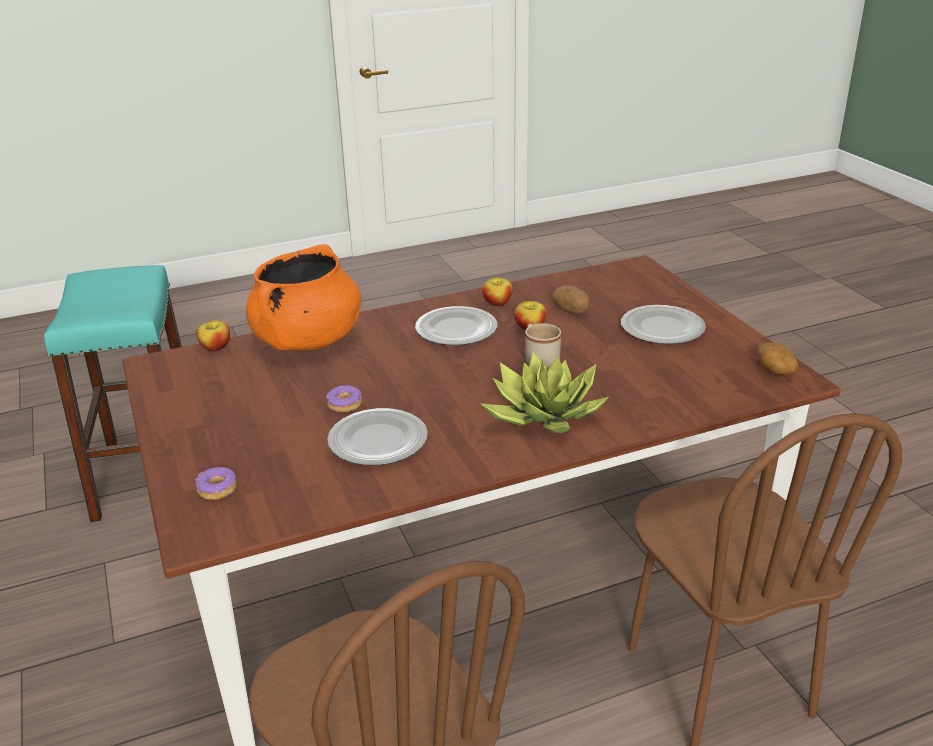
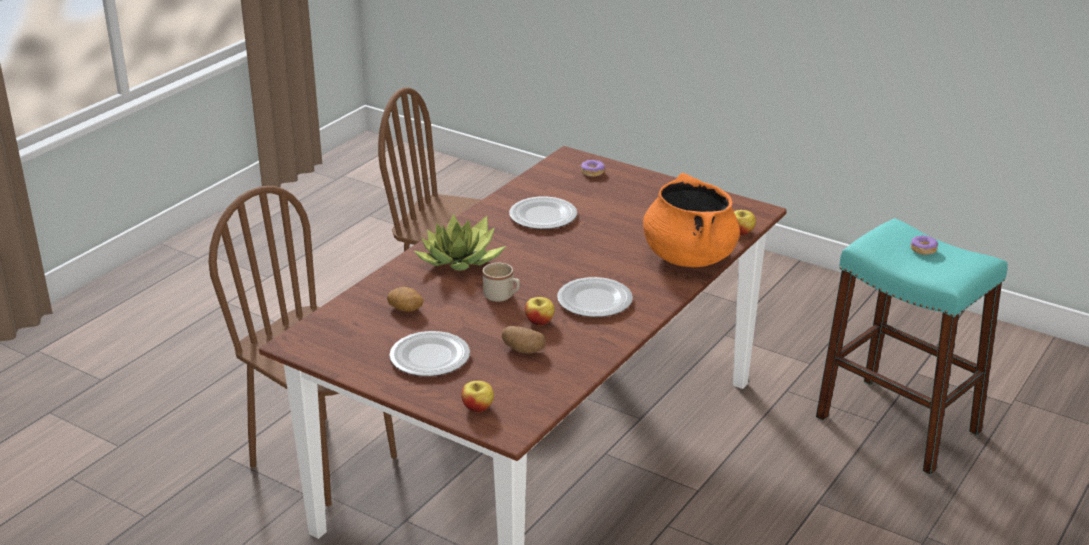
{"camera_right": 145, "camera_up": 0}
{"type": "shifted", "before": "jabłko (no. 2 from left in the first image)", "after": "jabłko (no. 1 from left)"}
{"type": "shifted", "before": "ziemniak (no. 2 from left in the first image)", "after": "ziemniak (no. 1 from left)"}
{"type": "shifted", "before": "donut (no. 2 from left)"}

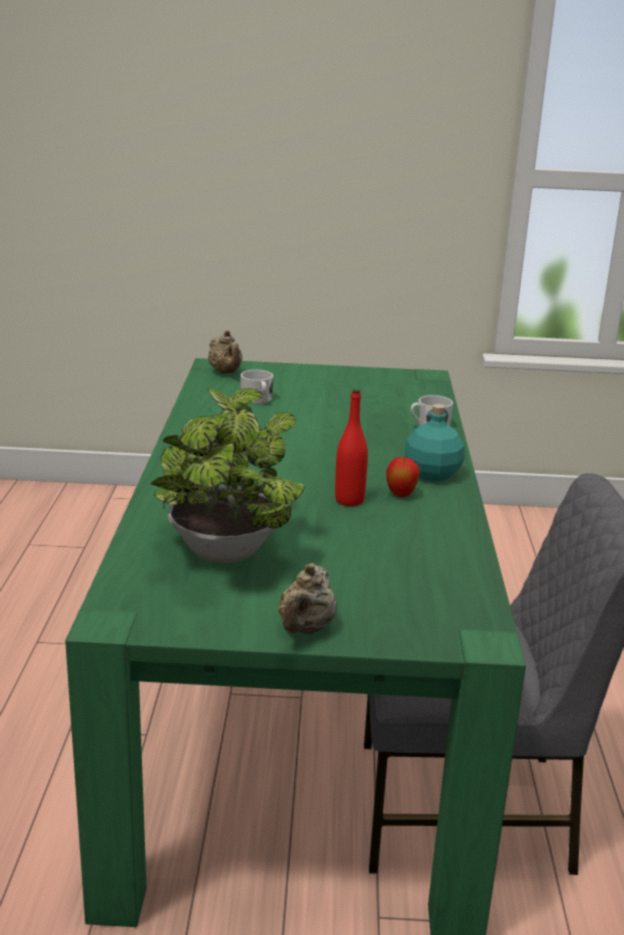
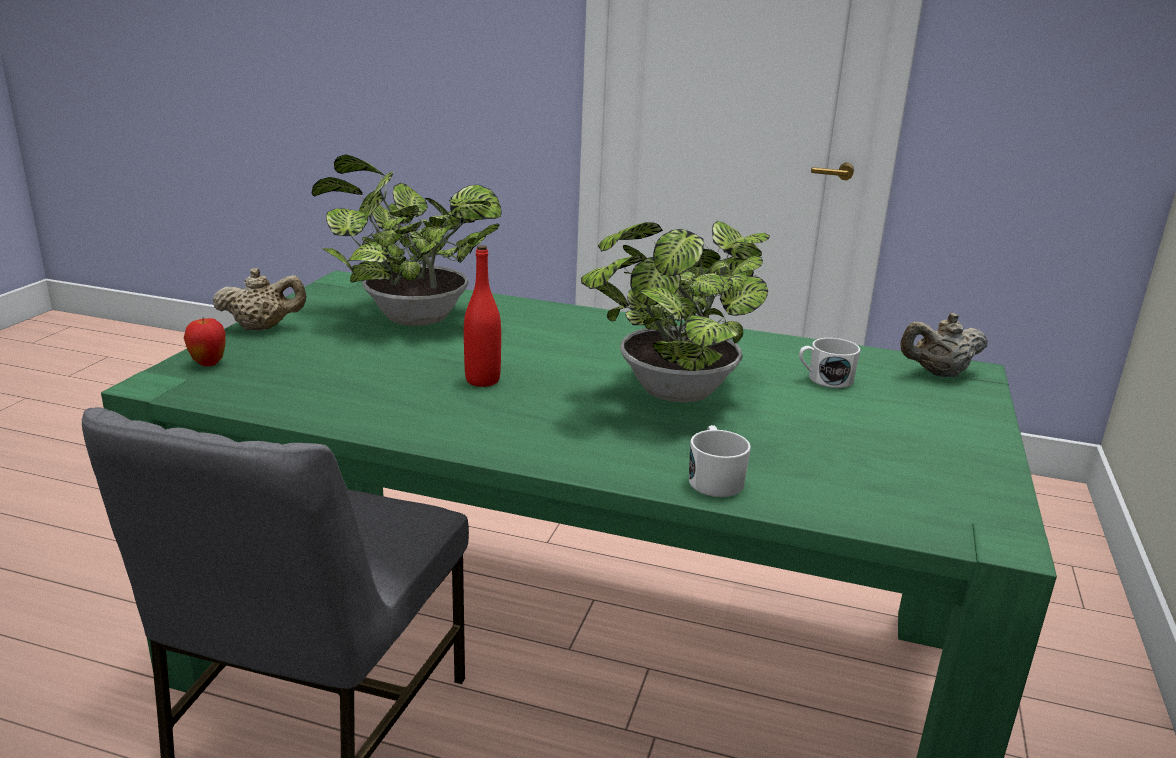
{"camera_right": 105, "camera_up": 0}
{"type": "gone", "before": "butelka (turkusowy)"}
{"type": "shifted", "before": "jabłko"}
{"type": "rotated", "before": "imbryk (beżowy) (no. 2 from left in the first image)", "turn": 135}
{"type": "new", "after": "roślina doniczkowa (no. 2 from left)"}

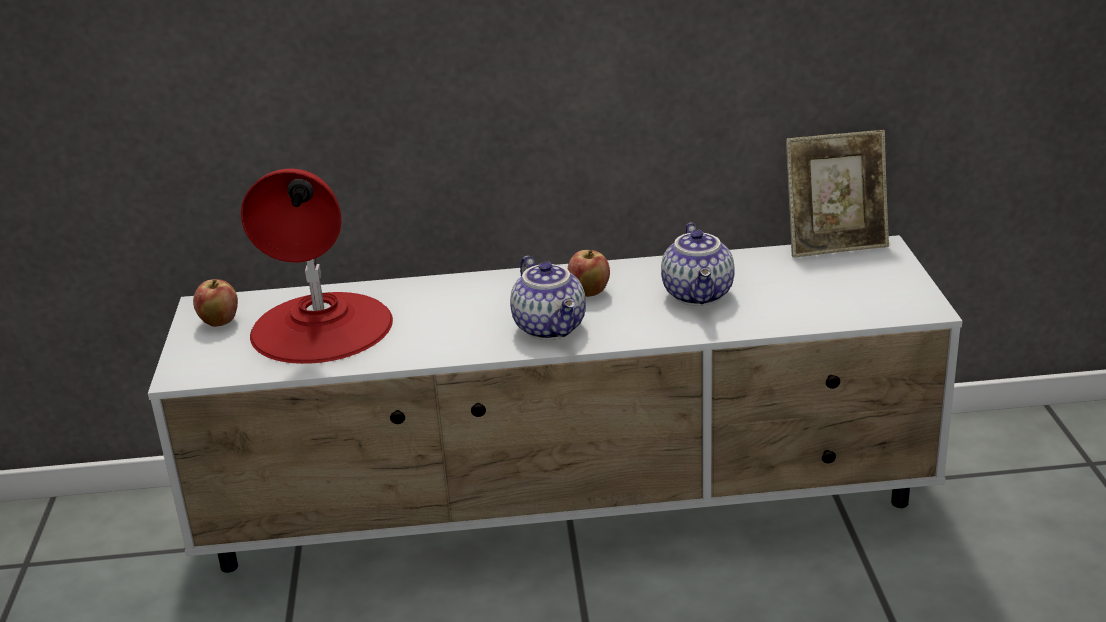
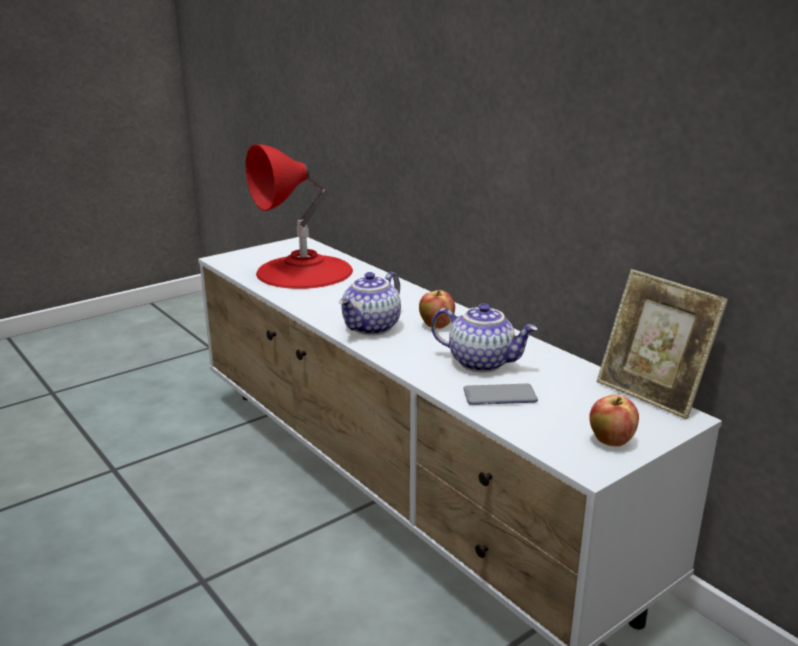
{"camera_right": 55, "camera_up": -5}
{"type": "rotated", "before": "imbryk (no. 2 from left)", "turn": -120}
{"type": "shifted", "before": "jabłko (no. 1 from left in the first image)", "after": "jabłko (no. 2 from left)"}
{"type": "new", "after": "telefon"}

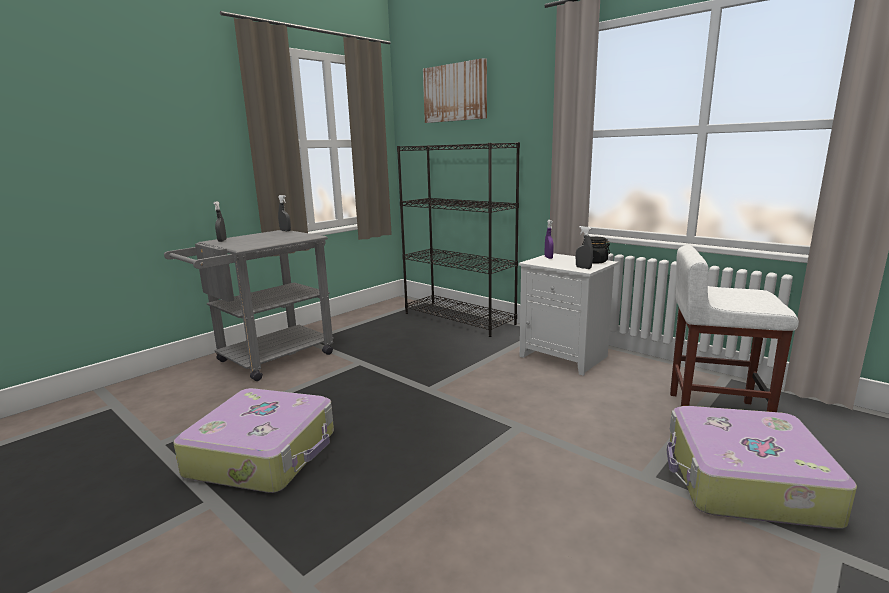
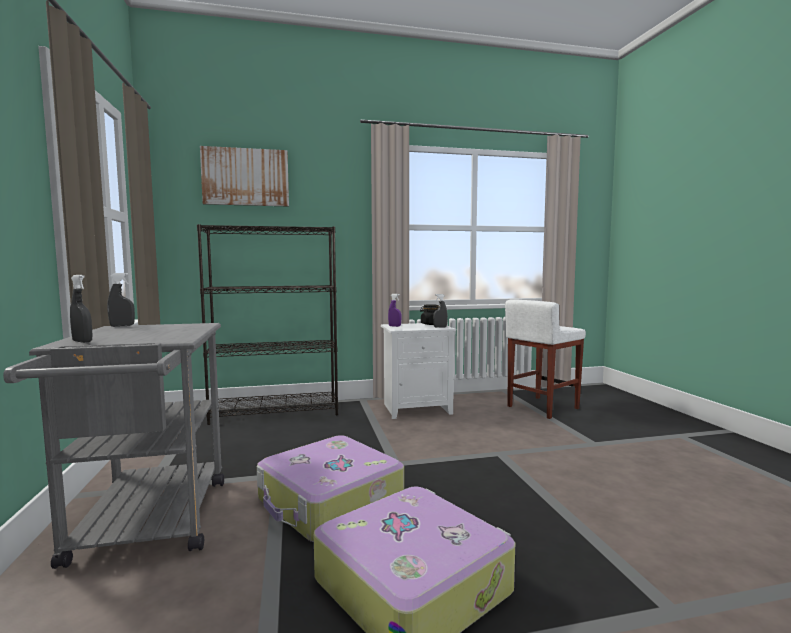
{"camera_right": -55, "camera_up": -10}
{"type": "shifted", "before": "walizka (no. 2 from left in the first image)", "after": "walizka (no. 1 from left)"}

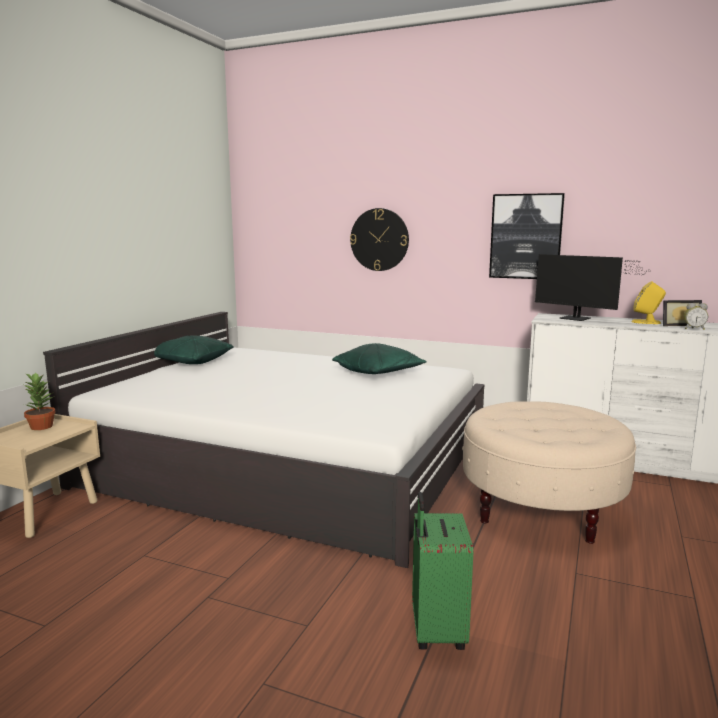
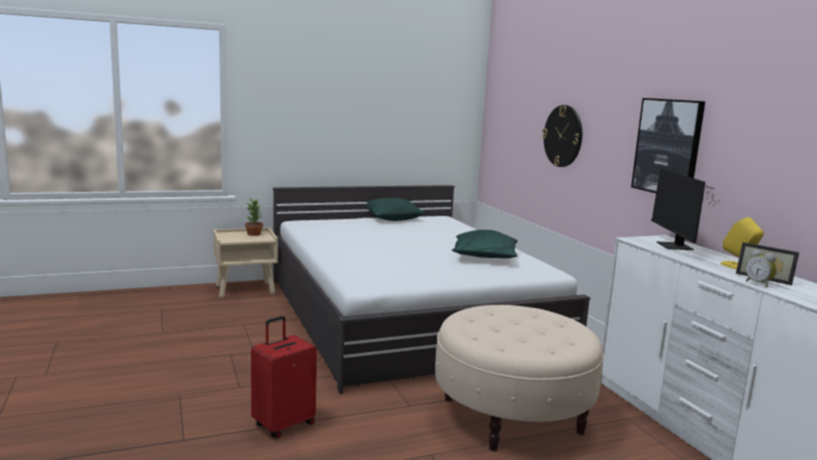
{"camera_right": 45, "camera_up": 0}
{"type": "repainted", "before": "walizka (zielony)", "after": "walizka (czerwony)"}

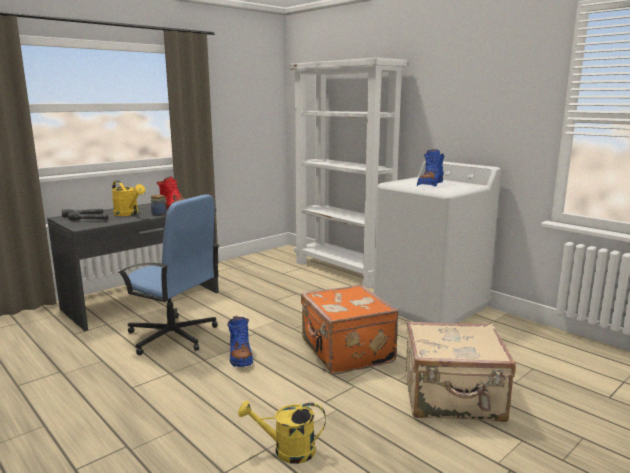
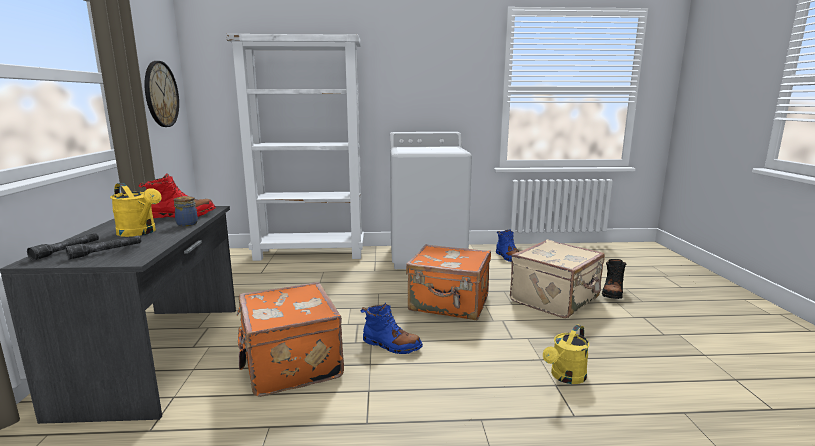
{"camera_right": -50, "camera_up": 0}
{"type": "shifted", "before": "but z cholewką (niebieski) (no. 2 from left)"}
{"type": "rotated", "before": "konewka (żółty) (no. 1 from left)", "turn": 45}
{"type": "swapped", "before": "krzesło biurowe (niebieski)", "after": "walizka (pomarańczowy) (no. 1 from left)"}
{"type": "new", "after": "zegar ścienny"}
{"type": "new", "after": "but z cholewką (czarny)"}

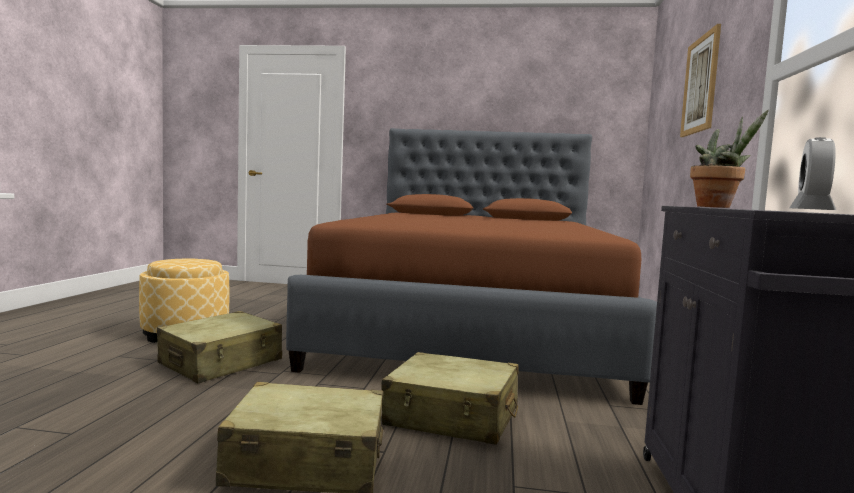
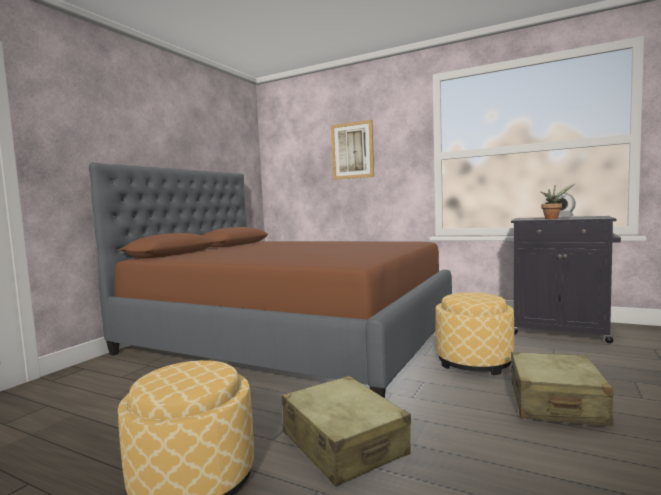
{"camera_right": -70, "camera_up": 0}
{"type": "swapped", "before": "walizka (beżowy) (no. 3 from left)", "after": "pufa (no. 2 from left)"}

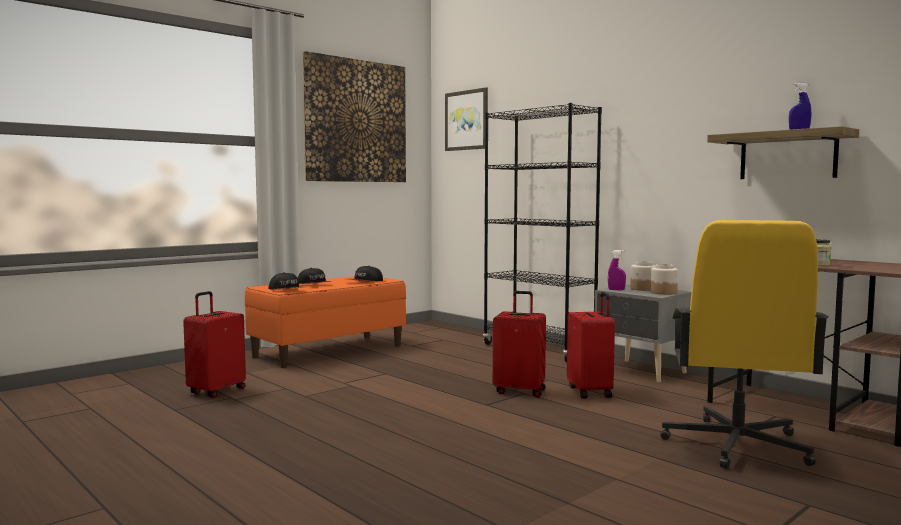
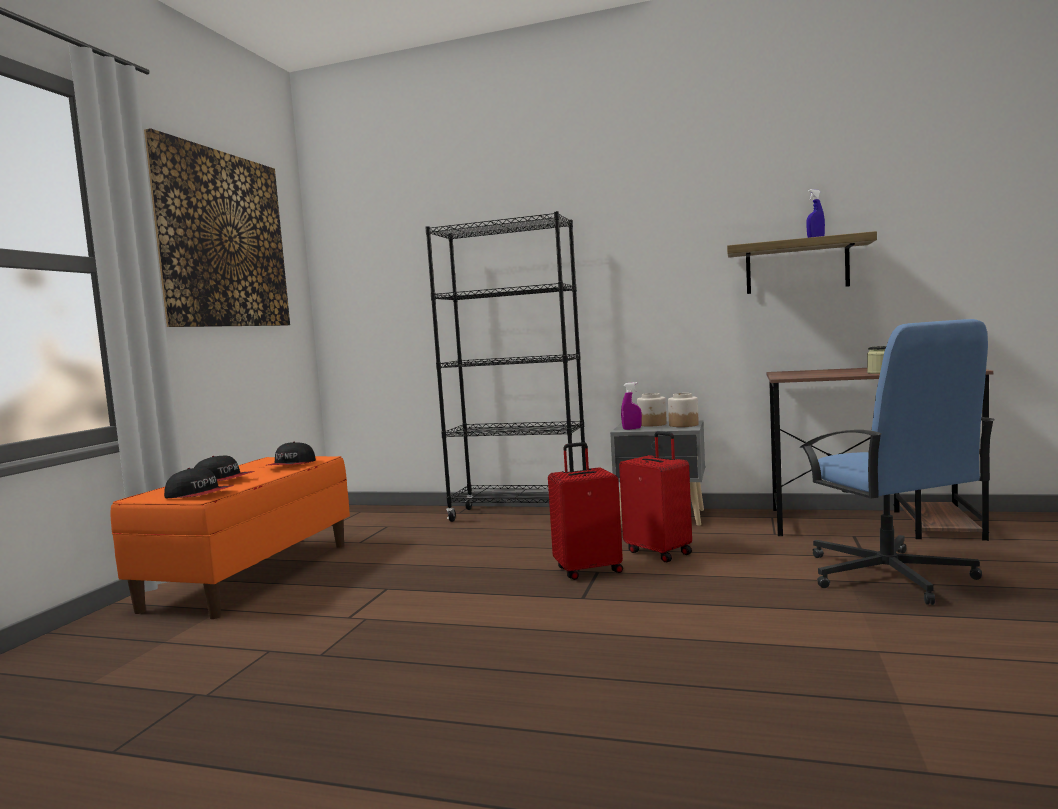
{"camera_right": -30, "camera_up": 0}
{"type": "gone", "before": "obraz (no. 2 from left)"}
{"type": "repainted", "before": "krzesło biurowe (żółty)", "after": "krzesło biurowe (niebieski)"}
{"type": "gone", "before": "walizka (czerwony) (no. 1 from left)"}

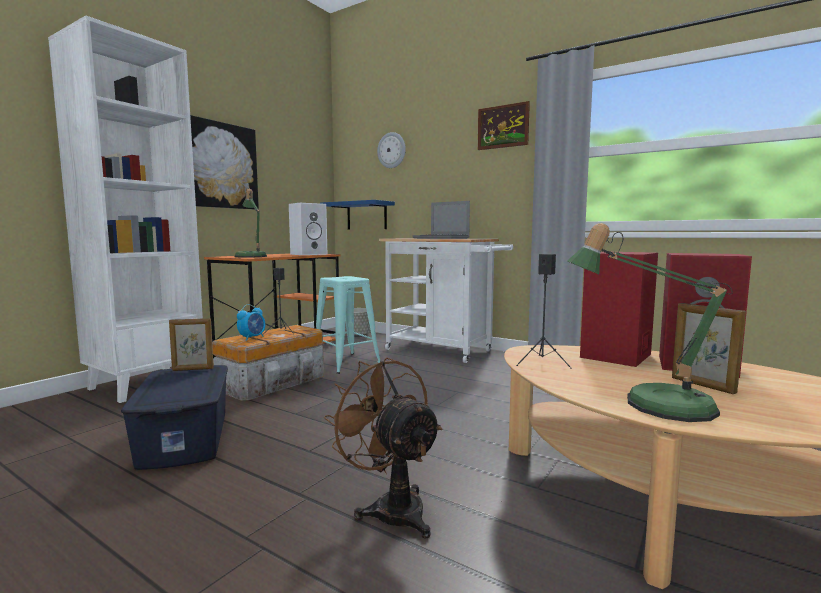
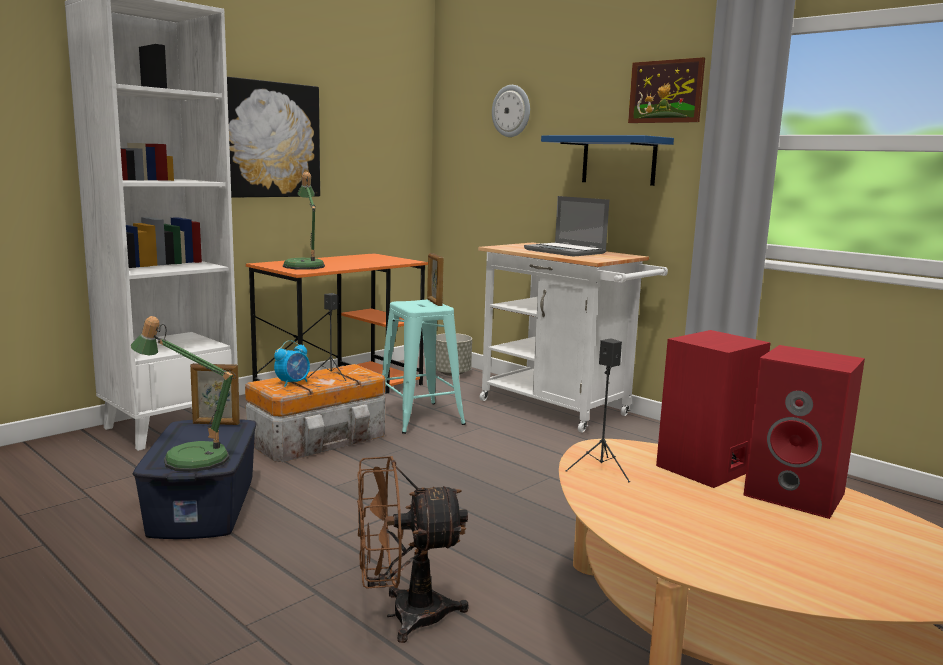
{"camera_right": 10, "camera_up": 5}
{"type": "shifted", "before": "półka (niebieski)"}
{"type": "gone", "before": "głośnik (biały)"}
{"type": "shifted", "before": "lampa stołowa (no. 2 from left in the first image)", "after": "lampa stołowa (no. 1 from left)"}
{"type": "shifted", "before": "ramka na zdjęcie (no. 2 from left)"}
{"type": "rotated", "before": "wentylator (brązowy)", "turn": -75}

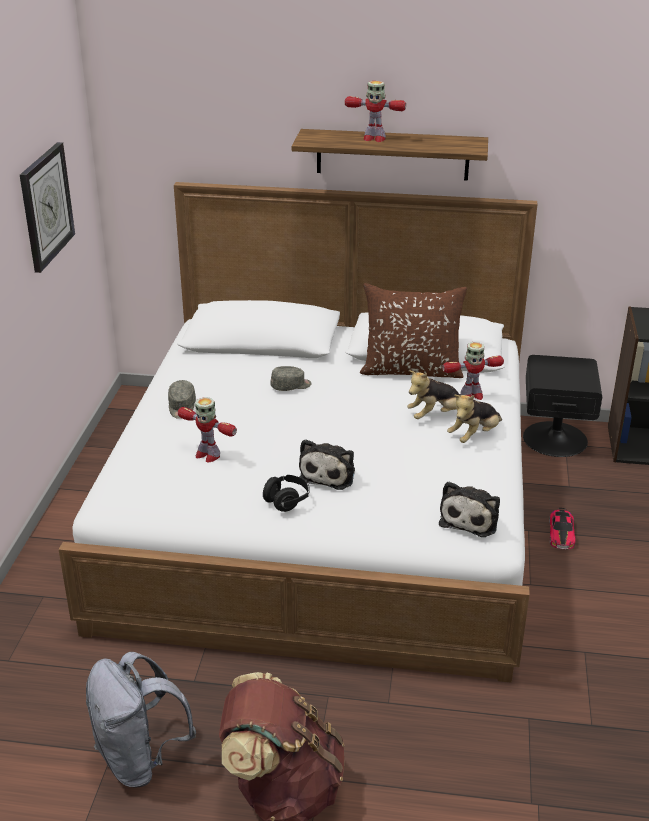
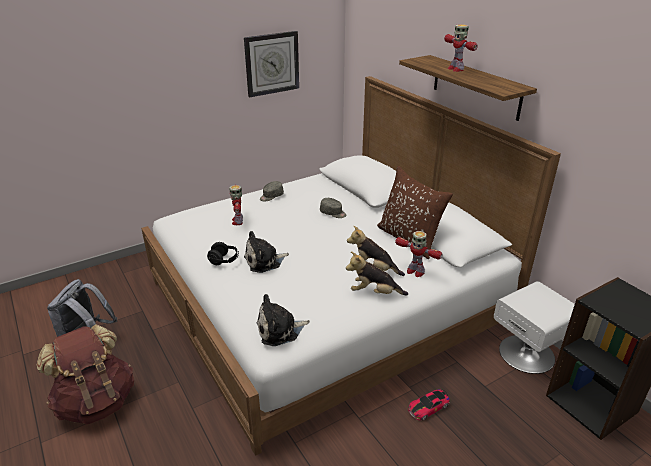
{"camera_right": 50, "camera_up": 0}
{"type": "repainted", "before": "szafka nocna (czarny)", "after": "szafka nocna (biały)"}

